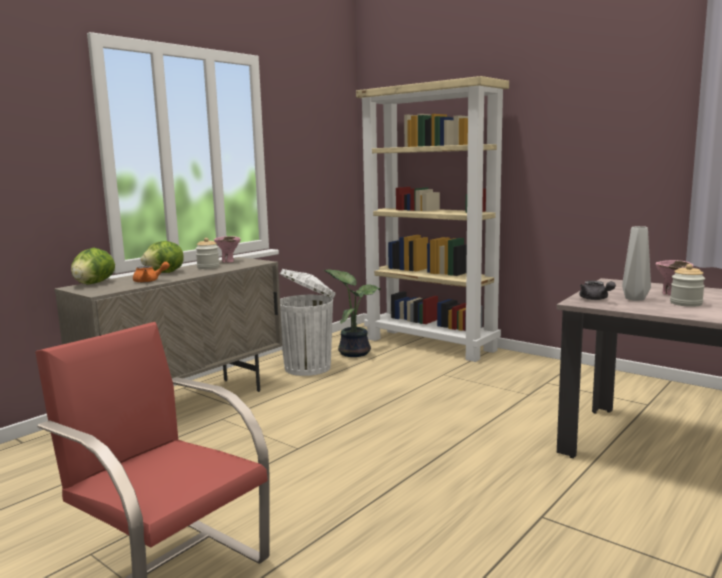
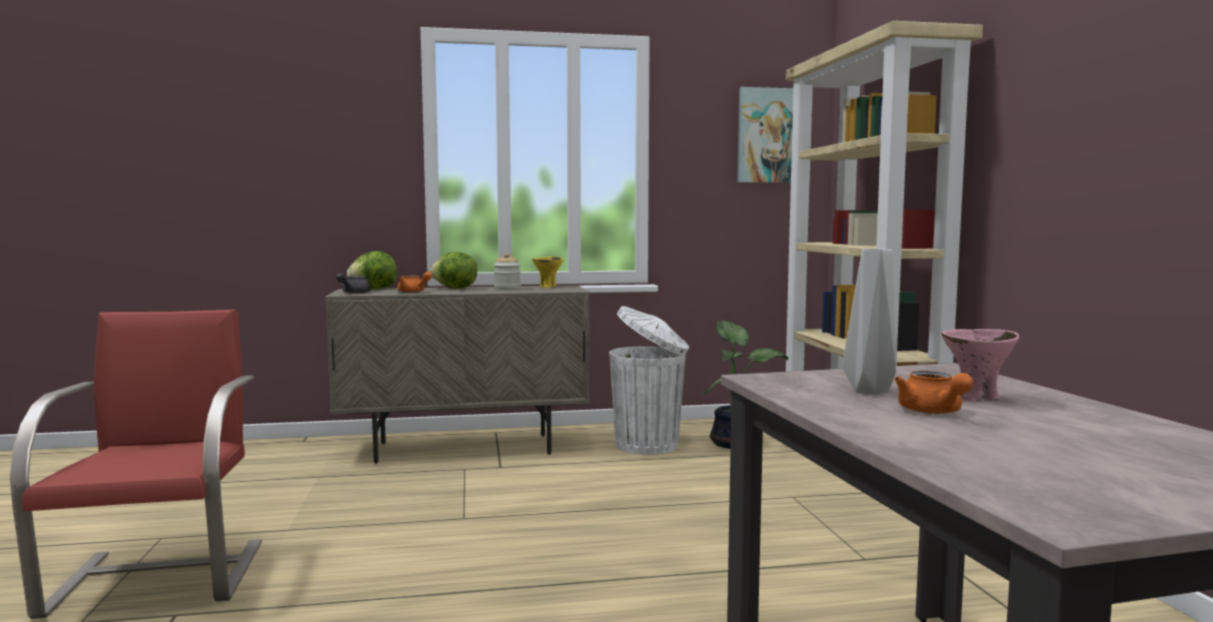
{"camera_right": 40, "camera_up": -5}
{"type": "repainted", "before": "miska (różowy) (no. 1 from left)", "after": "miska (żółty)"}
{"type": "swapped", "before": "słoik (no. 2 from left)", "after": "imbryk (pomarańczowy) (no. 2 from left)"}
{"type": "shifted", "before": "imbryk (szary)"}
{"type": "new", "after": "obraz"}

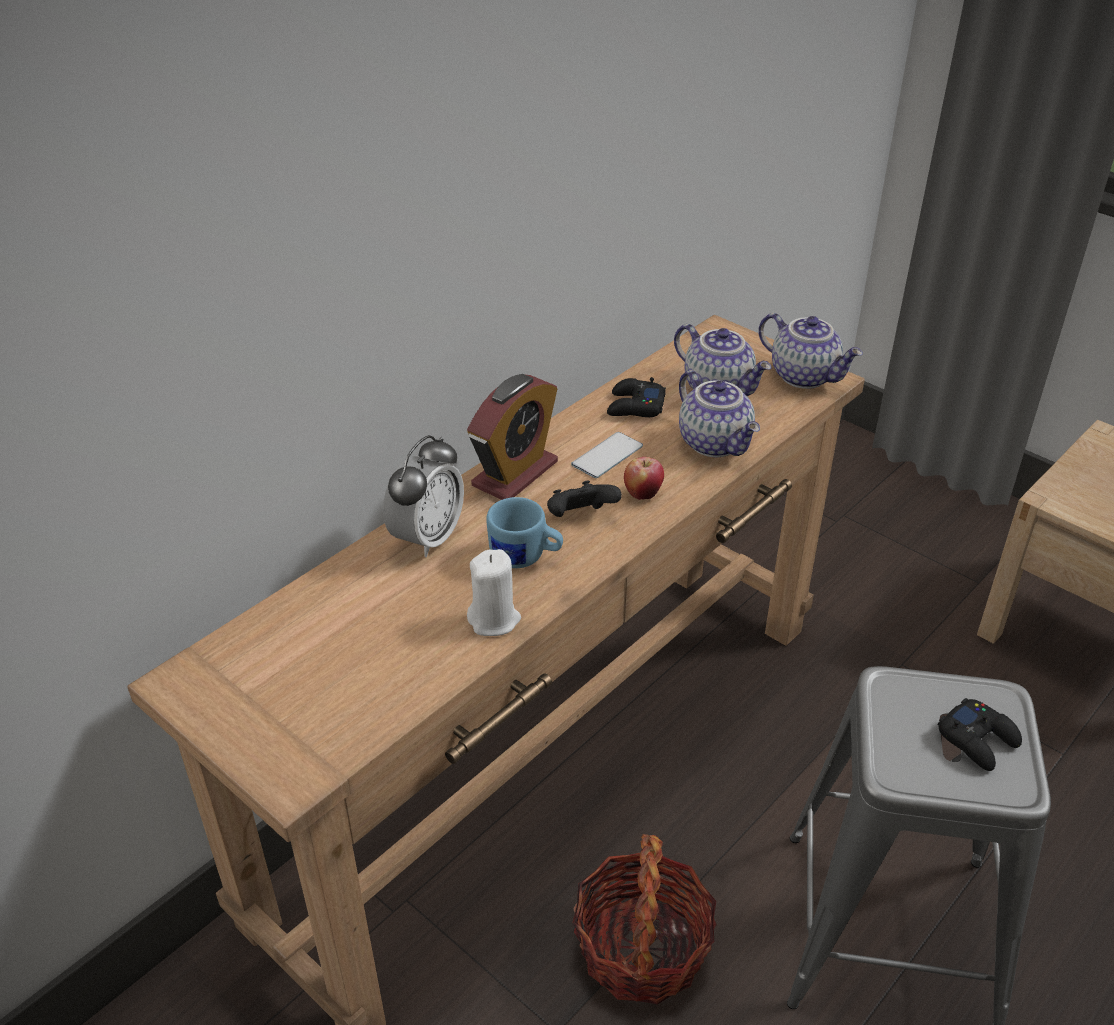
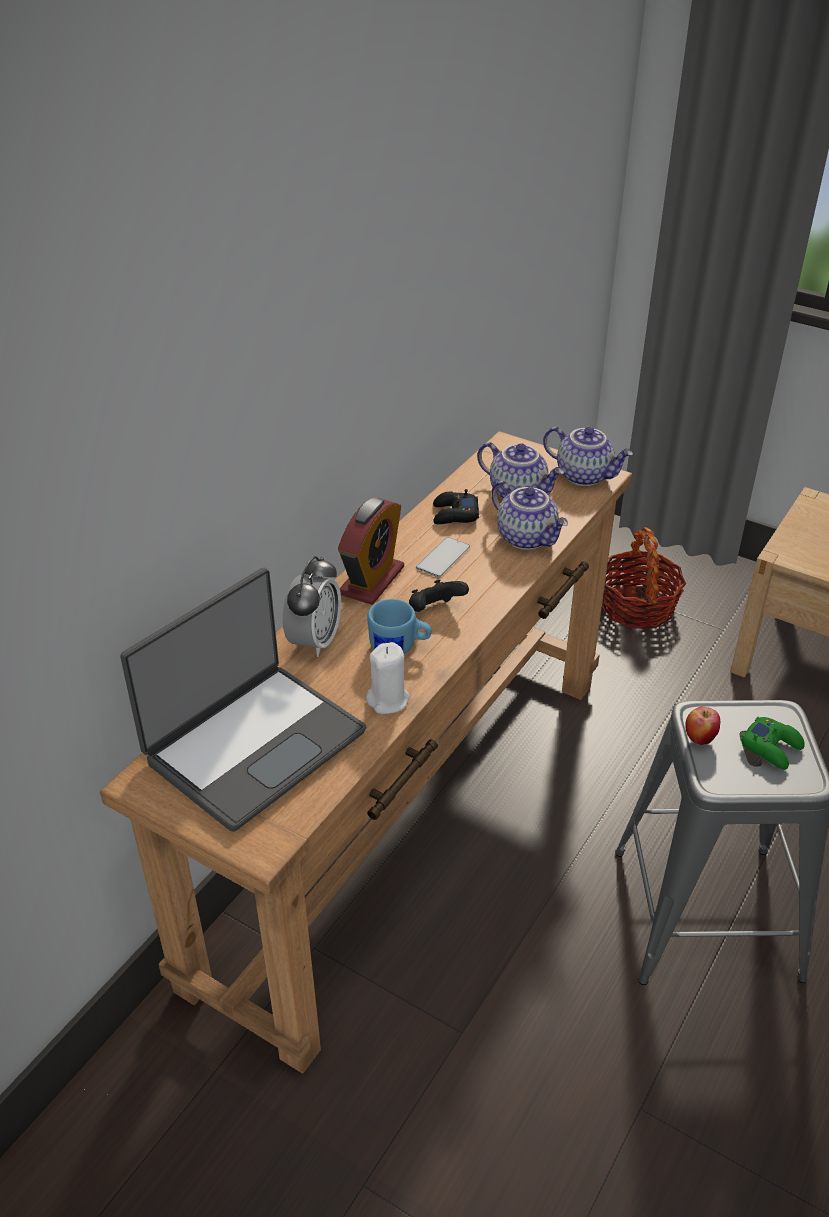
{"camera_right": -10, "camera_up": 0}
{"type": "shifted", "before": "jabłko"}
{"type": "repainted", "before": "pad do gier (czarny) (no. 3 from left)", "after": "pad do gier (zielony)"}
{"type": "shifted", "before": "koszyk"}
{"type": "new", "after": "laptop"}

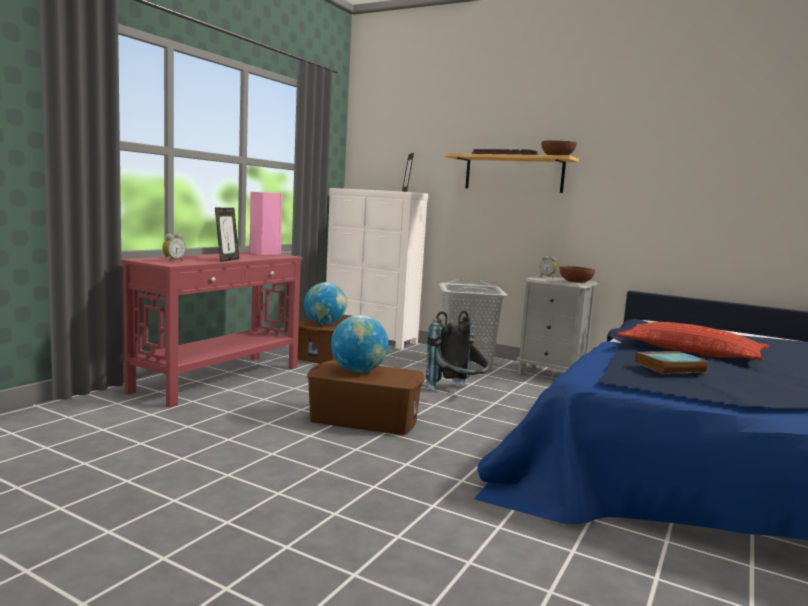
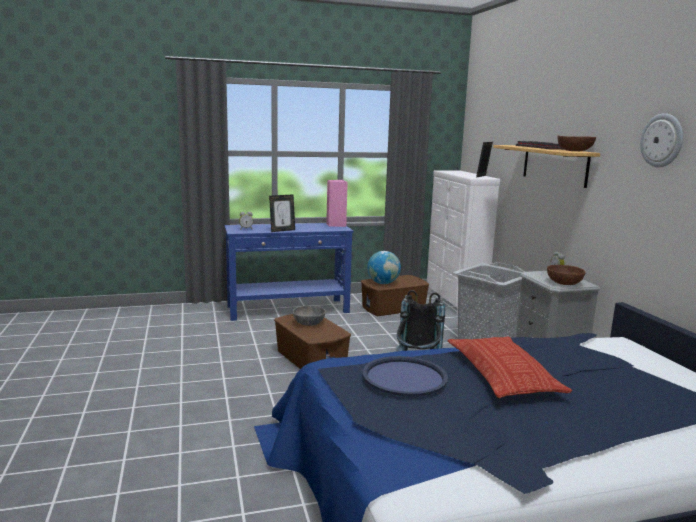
{"camera_right": 45, "camera_up": 5}
{"type": "repainted", "before": "stolik konsolowy (czerwony)", "after": "stolik konsolowy (niebieski)"}
{"type": "swapped", "before": "globus (no. 2 from left)", "after": "miska (szary)"}
{"type": "swapped", "before": "książka", "after": "taca (niebieski)"}
{"type": "new", "after": "zegar ścienny"}

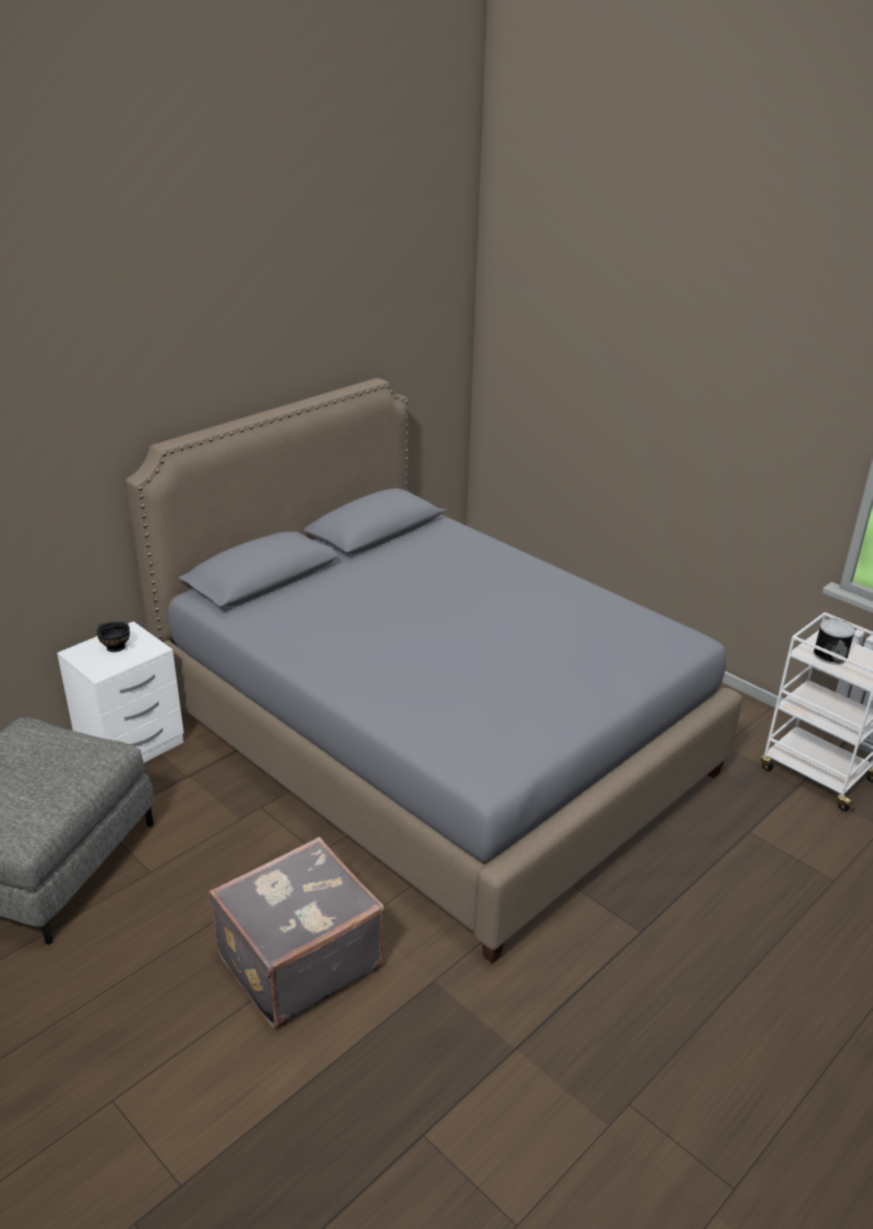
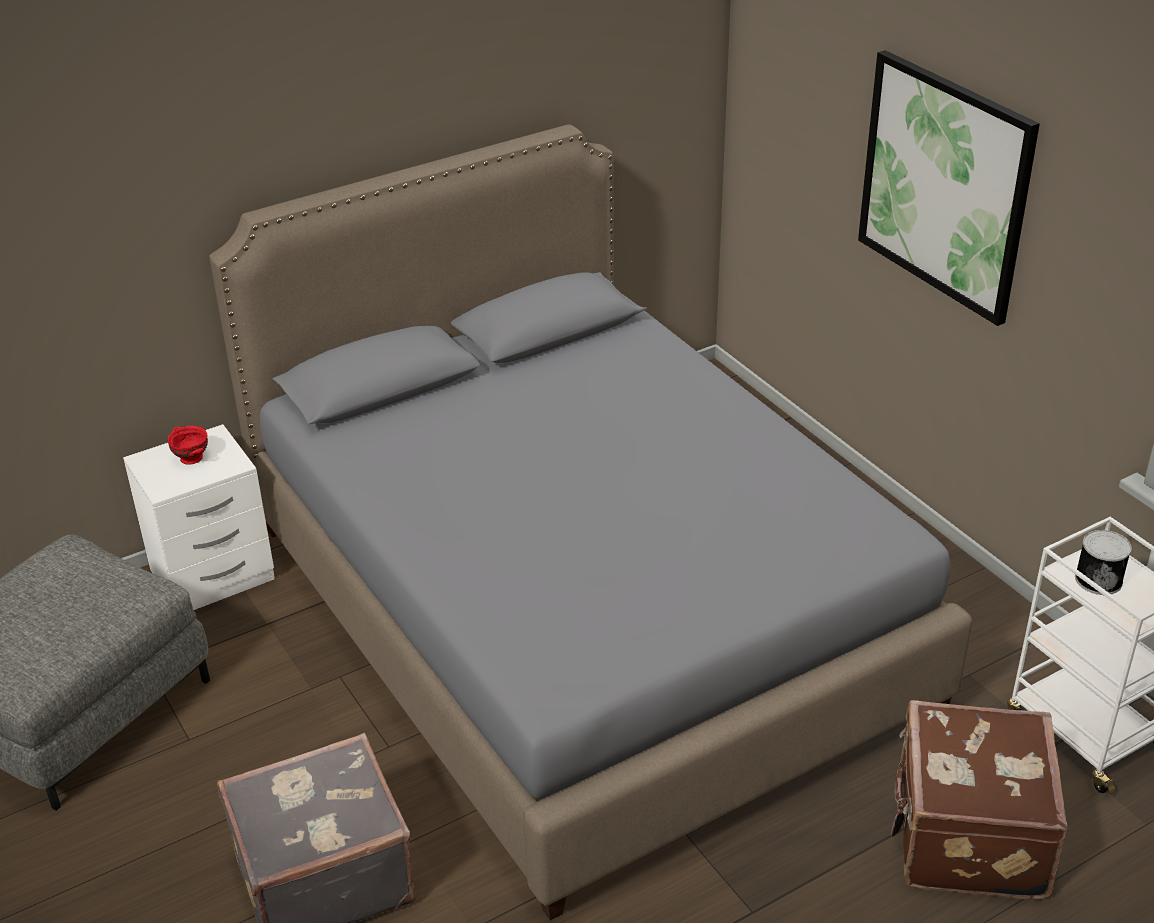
{"camera_right": 15, "camera_up": 5}
{"type": "repainted", "before": "miska (czarny)", "after": "miska (czerwony)"}
{"type": "new", "after": "obraz"}
{"type": "new", "after": "walizka (brązowy)"}

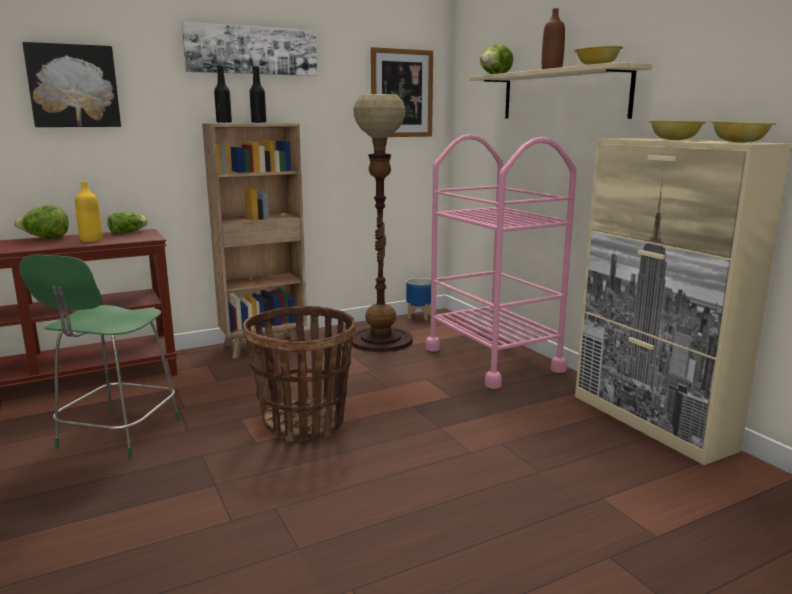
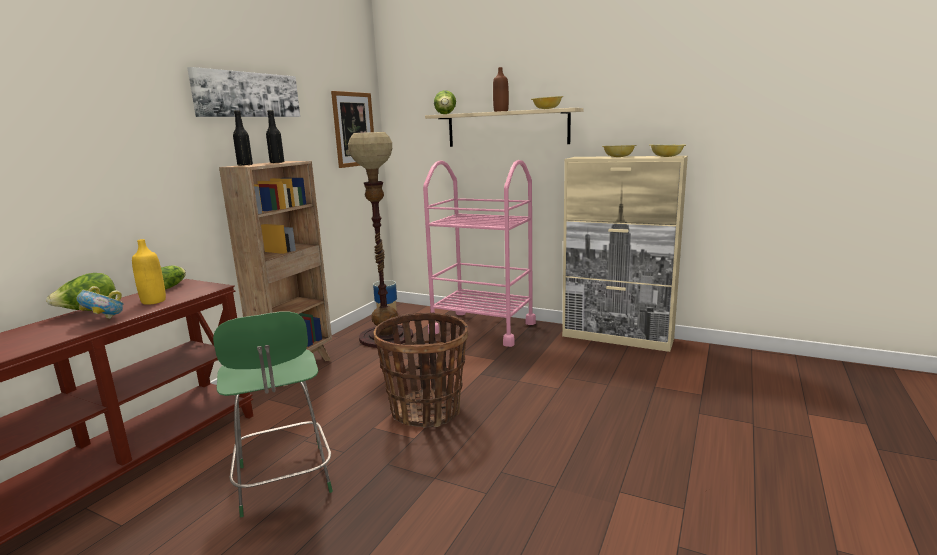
{"camera_right": -35, "camera_up": 0}
{"type": "gone", "before": "obraz (no. 1 from left)"}
{"type": "new", "after": "miska (no. 1 from left)"}

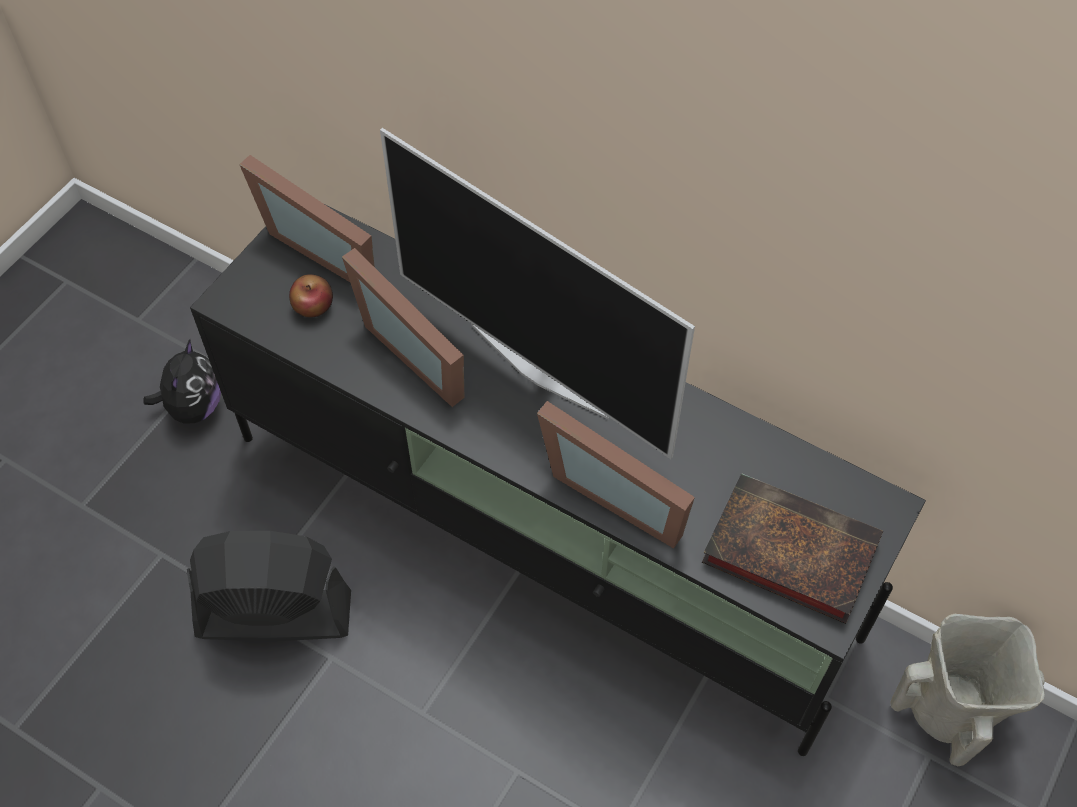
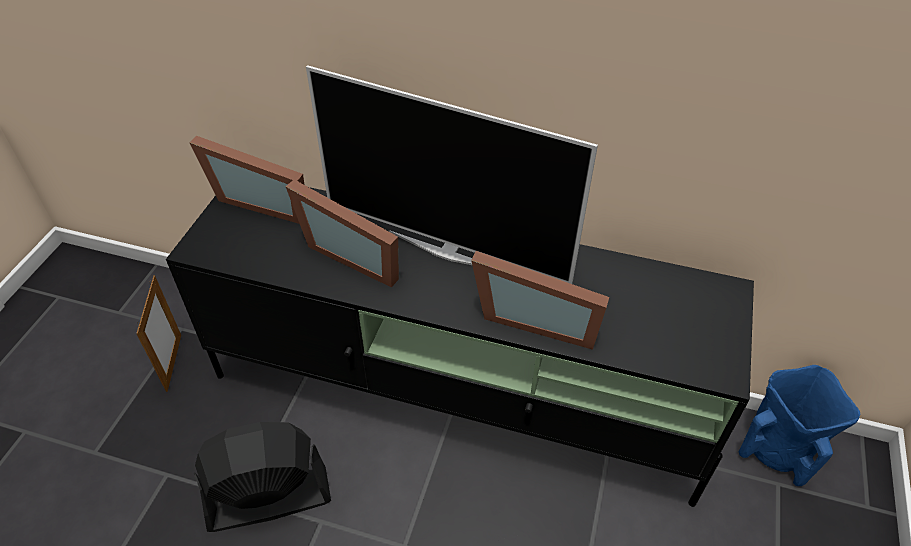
{"camera_right": -15, "camera_up": -10}
{"type": "gone", "before": "jabłko"}
{"type": "swapped", "before": "pluszak", "after": "ramka na zdjęcie (no. 1 from left)"}
{"type": "gone", "before": "książka"}
{"type": "repainted", "before": "wazon (beżowy)", "after": "wazon (niebieski)"}

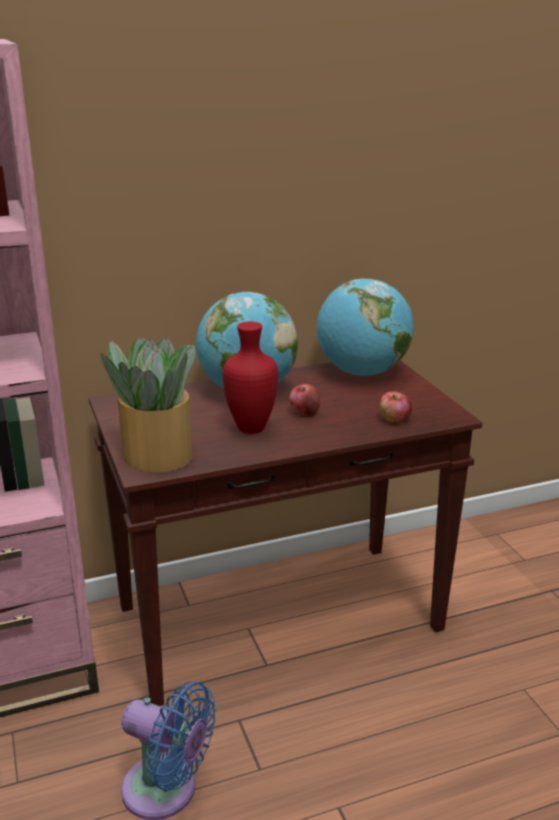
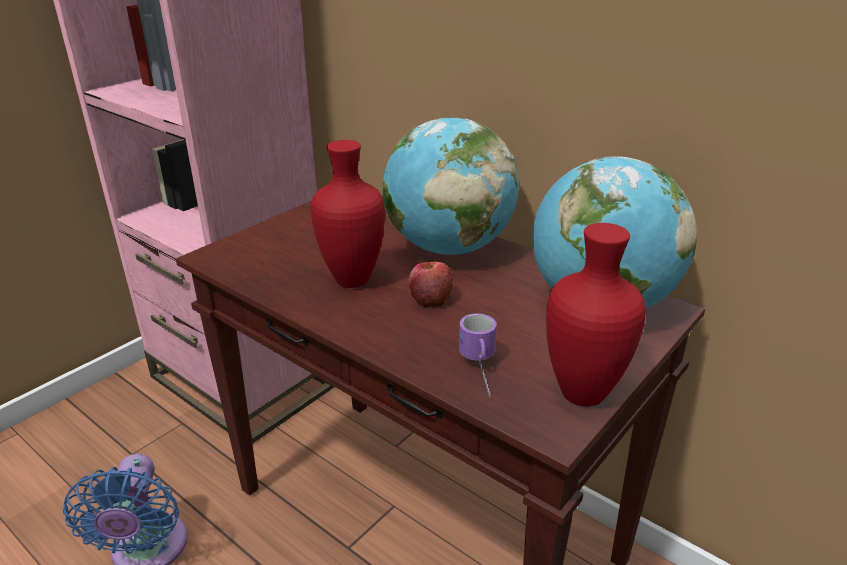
{"camera_right": 60, "camera_up": 5}
{"type": "gone", "before": "roślina doniczkowa"}
{"type": "swapped", "before": "jabłko (no. 2 from left)", "after": "kubek"}
{"type": "new", "after": "wazon (czerwony) (no. 2 from left)"}

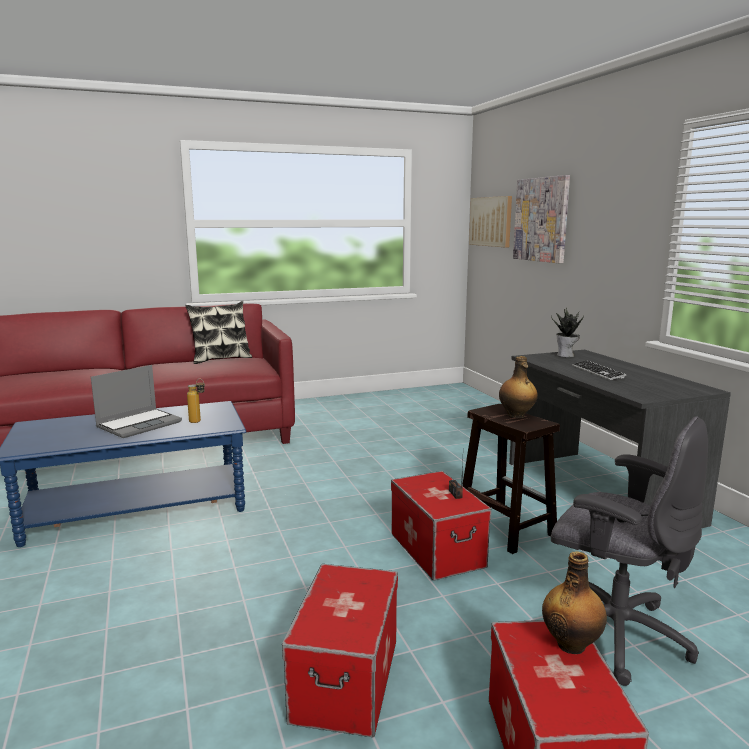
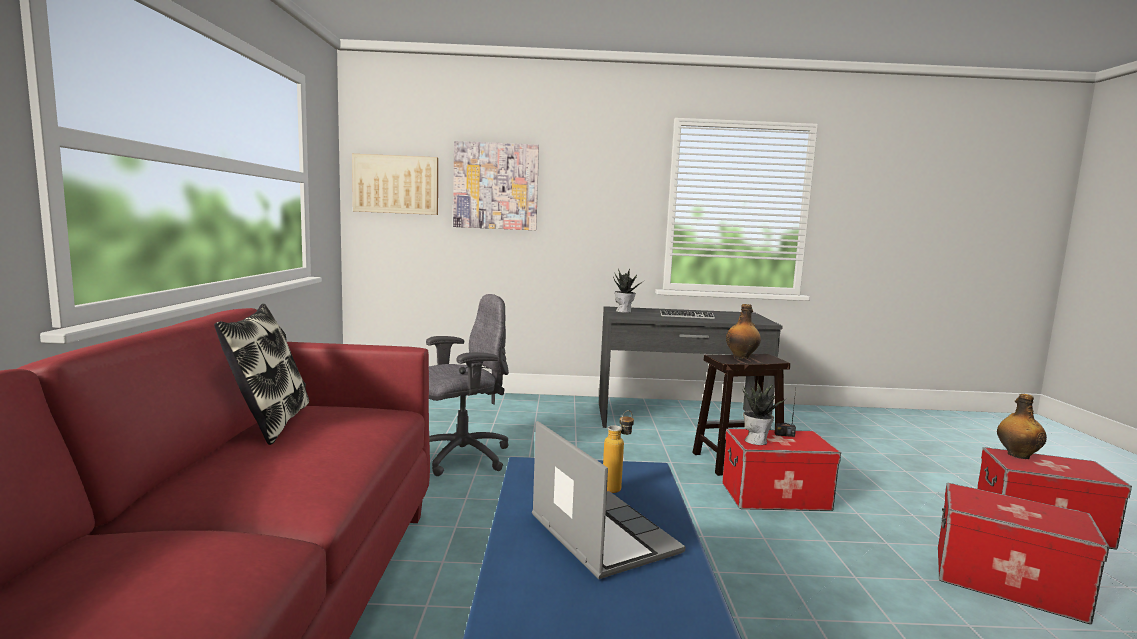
{"camera_right": -70, "camera_up": -5}
{"type": "shifted", "before": "krzesło biurowe (szary)"}
{"type": "new", "after": "roślina doniczkowa (no. 2 from left)"}

